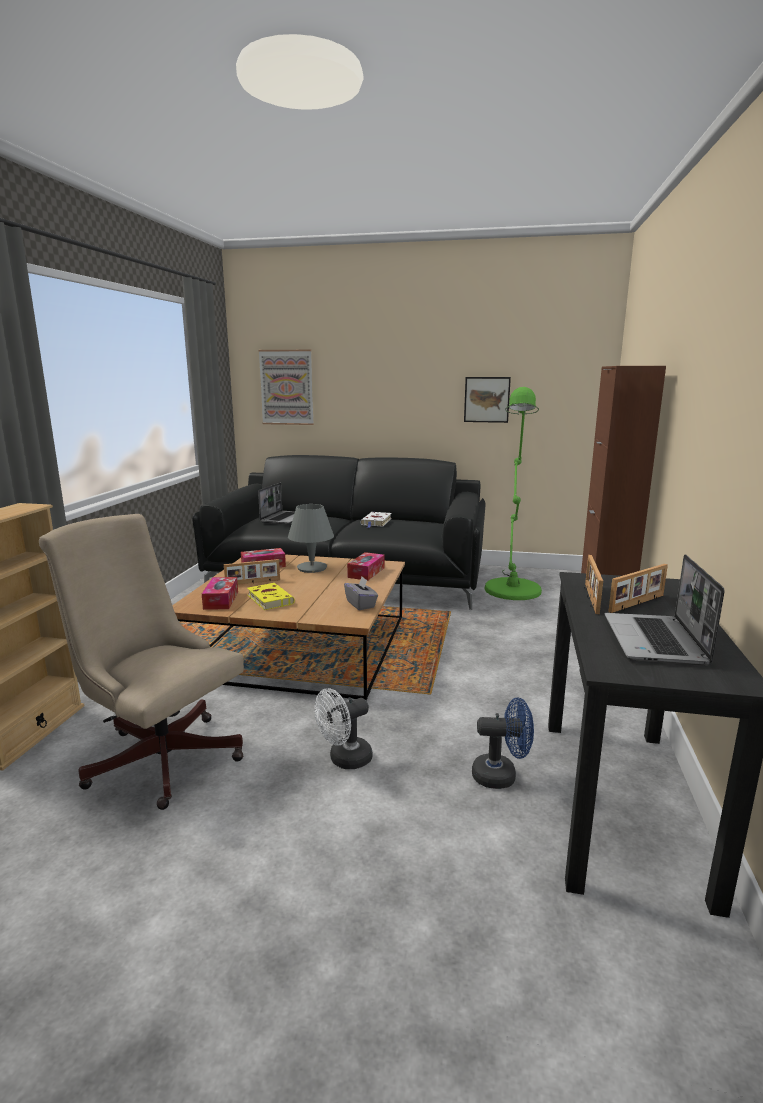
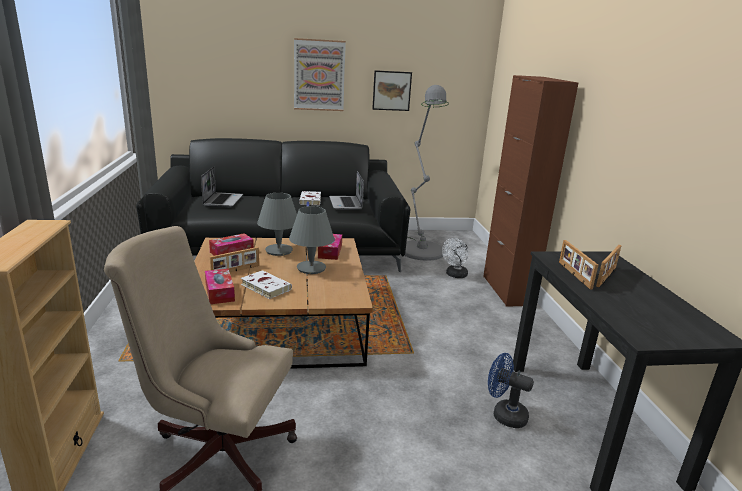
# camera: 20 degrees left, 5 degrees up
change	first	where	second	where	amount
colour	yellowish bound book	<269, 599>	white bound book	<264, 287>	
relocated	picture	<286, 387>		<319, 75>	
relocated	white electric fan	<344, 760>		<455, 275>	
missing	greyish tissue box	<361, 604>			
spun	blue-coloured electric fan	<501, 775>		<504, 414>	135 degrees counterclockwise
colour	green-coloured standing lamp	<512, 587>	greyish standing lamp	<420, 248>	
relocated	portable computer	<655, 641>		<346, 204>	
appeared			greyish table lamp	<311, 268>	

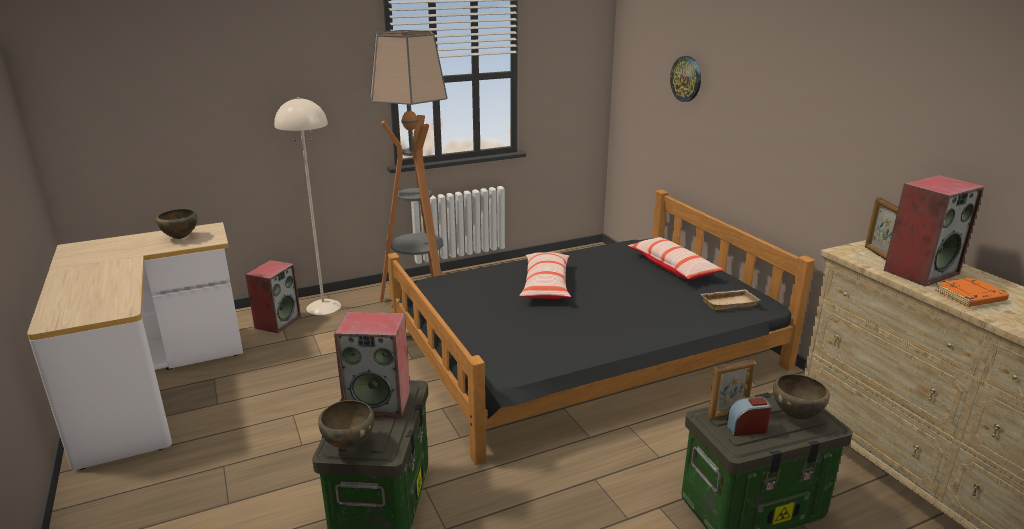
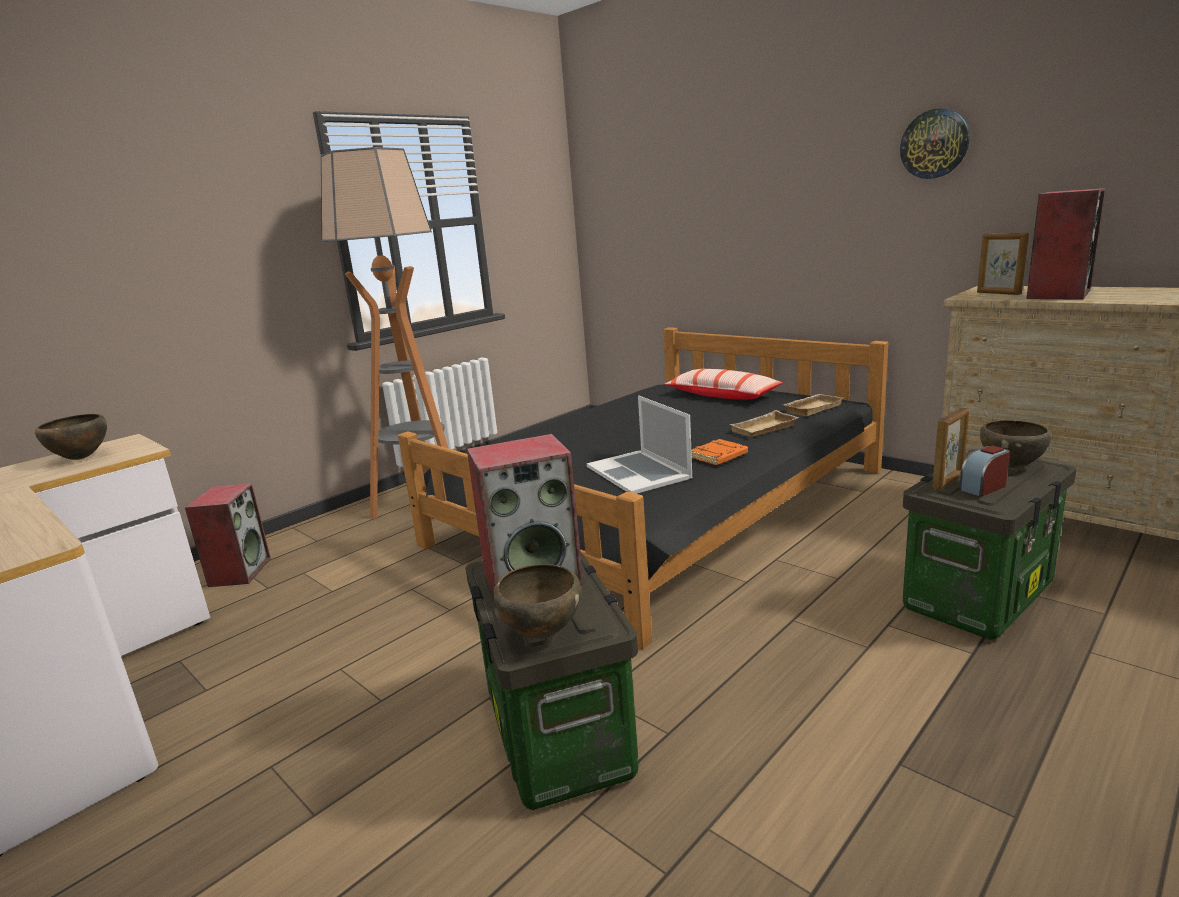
# camera: 20 degrees left, 5 degrees down
change	first	where	second	where	amount
missing	beige standing lamp	<323, 307>			
missing	throw pillow	<546, 285>			
relocated	hanging clock	<686, 78>		<934, 144>	
relocated	orange-coloured bound book	<970, 297>		<719, 457>	
appeared			portable computer	<638, 472>	
appeared			beige carrying tray	<764, 429>	

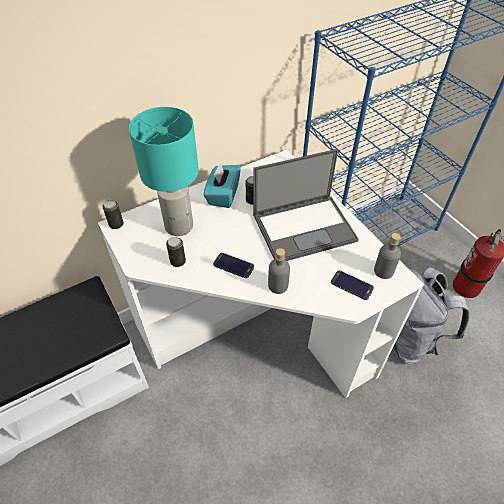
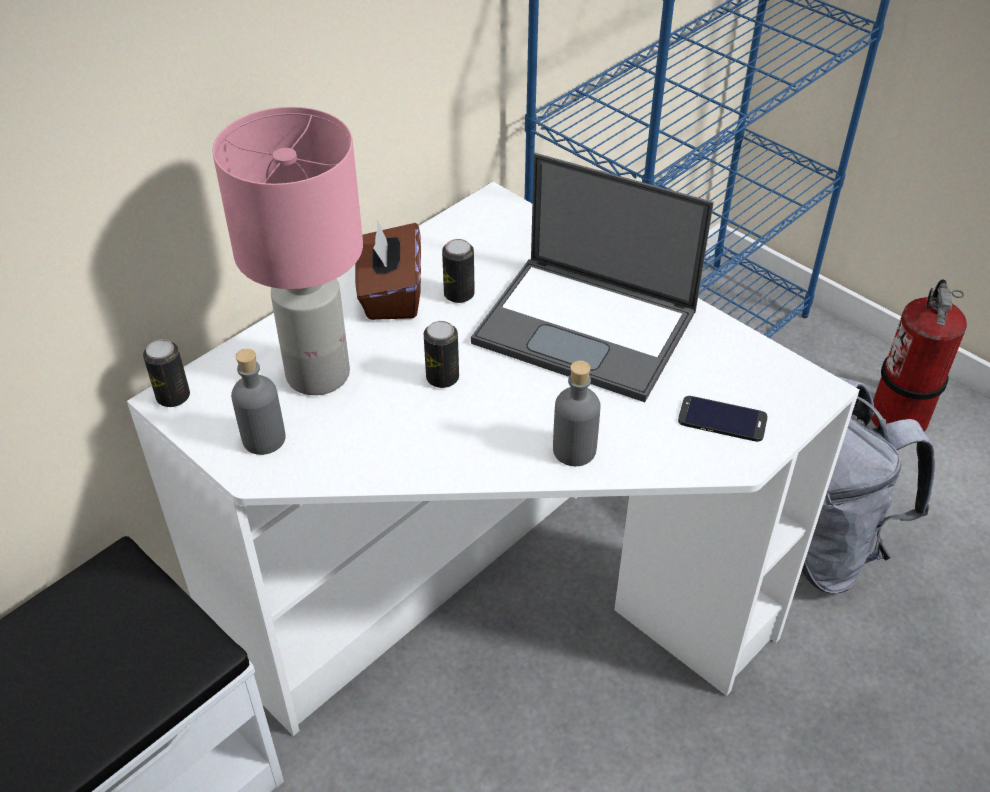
# camera: 15 degrees left, 5 degrees down
change	first	where	second	where	amount
colour	turquoise-coloured table lamp	<180, 226>	pinkish table lamp	<320, 373>	
relocated	can	<178, 261>		<442, 378>	
colour	turquoise-coloured tissue box	<223, 195>	brown-coloured tissue box	<391, 295>	
missing	phone	<233, 265>			
spun	portable computer	<305, 227>		<588, 327>	60 degrees clockwise
relocated	greyish beverage bottle	<383, 271>		<263, 439>	

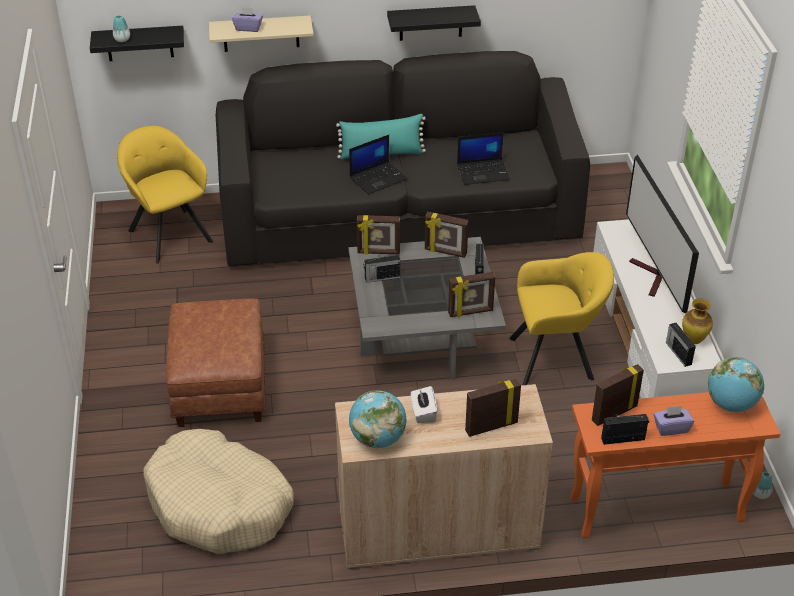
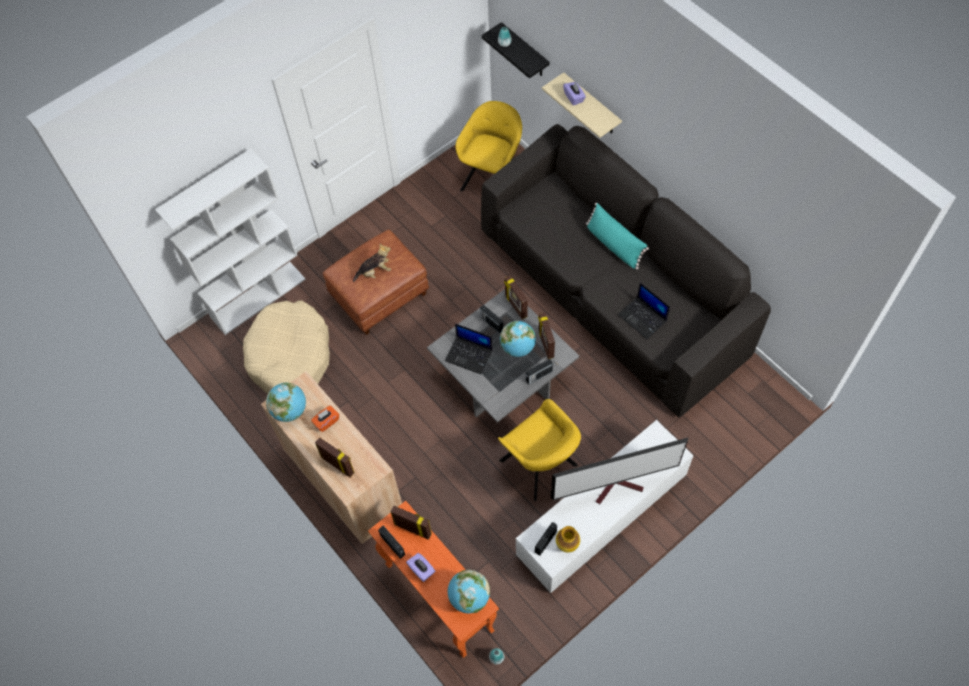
# camera: 60 degrees right, 20 degrees up
change	first	where	second	where	amount
relocated	portable computer	<378, 178>		<469, 355>	
missing	blackish shelf	<431, 23>			
colour	white tissue box	<423, 413>	orange-coloured tissue box	<326, 422>	
missing	standing frame	<470, 312>			
spun	TV set	<652, 277>		<618, 487>	150 degrees counterclockwise
appeared			white bookshelf	<258, 297>	
appeared			plush toy	<375, 272>	
appeared			world globe	<518, 347>	

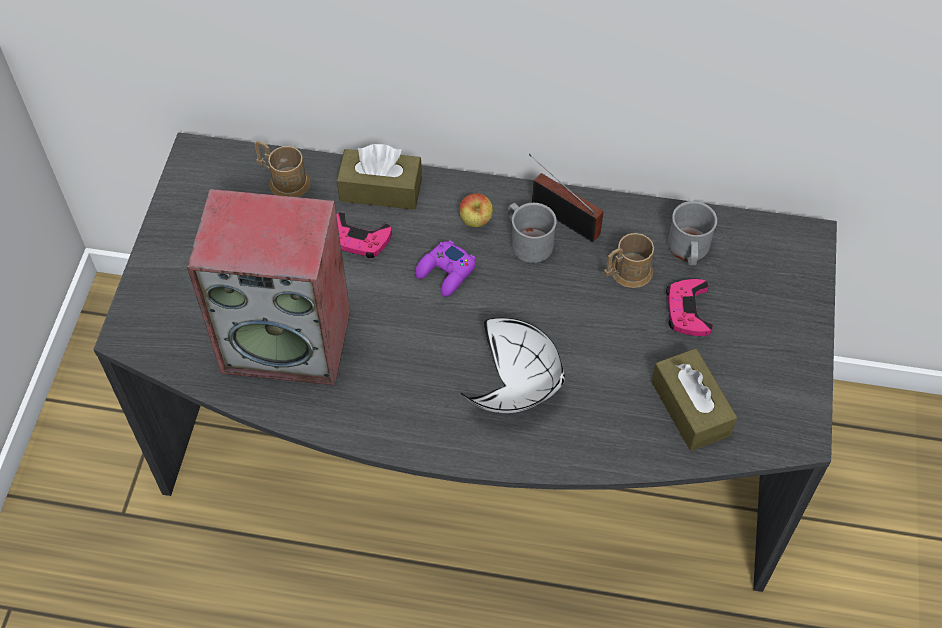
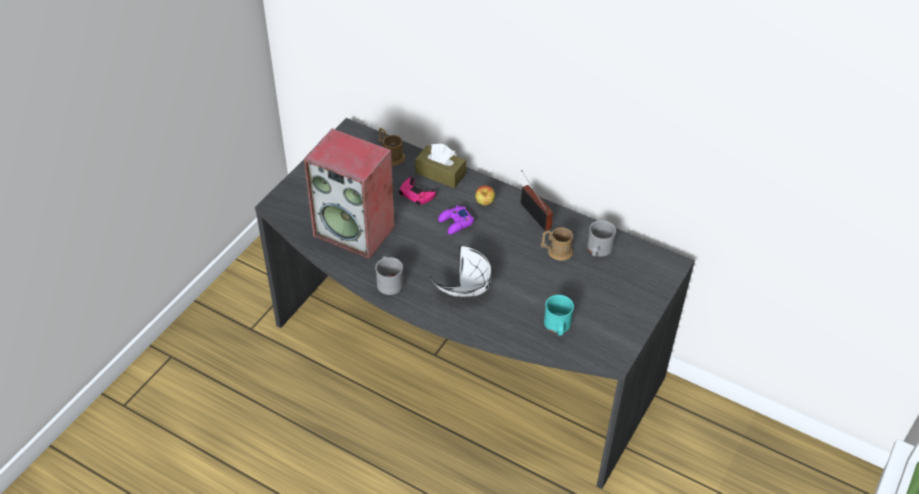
# camera: 20 degrees right, 10 degrees down
change	first	where	second	where	amount
relocated	greyish tea mug	<527, 241>		<389, 281>	
exchanged	brown-coloured tissue box	<690, 408>	turquoise-coloured tea mug	<557, 327>	
missing	pinkish game controller	<687, 310>			

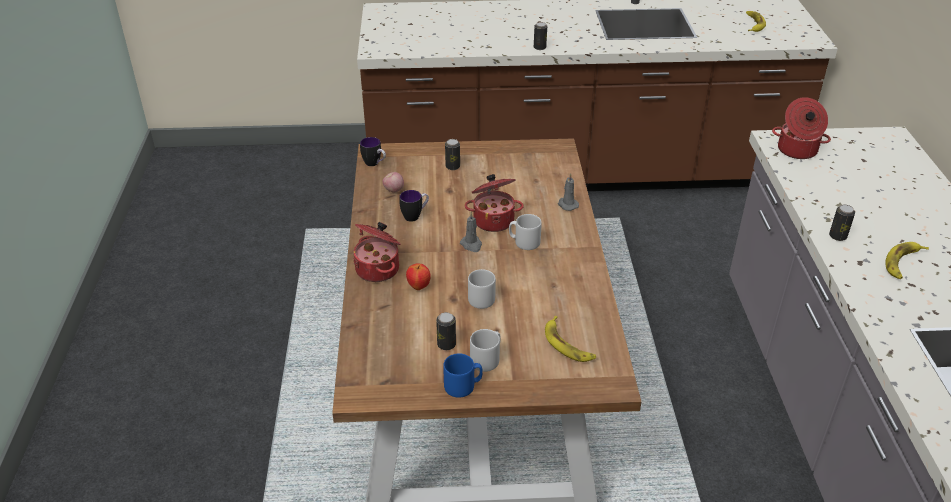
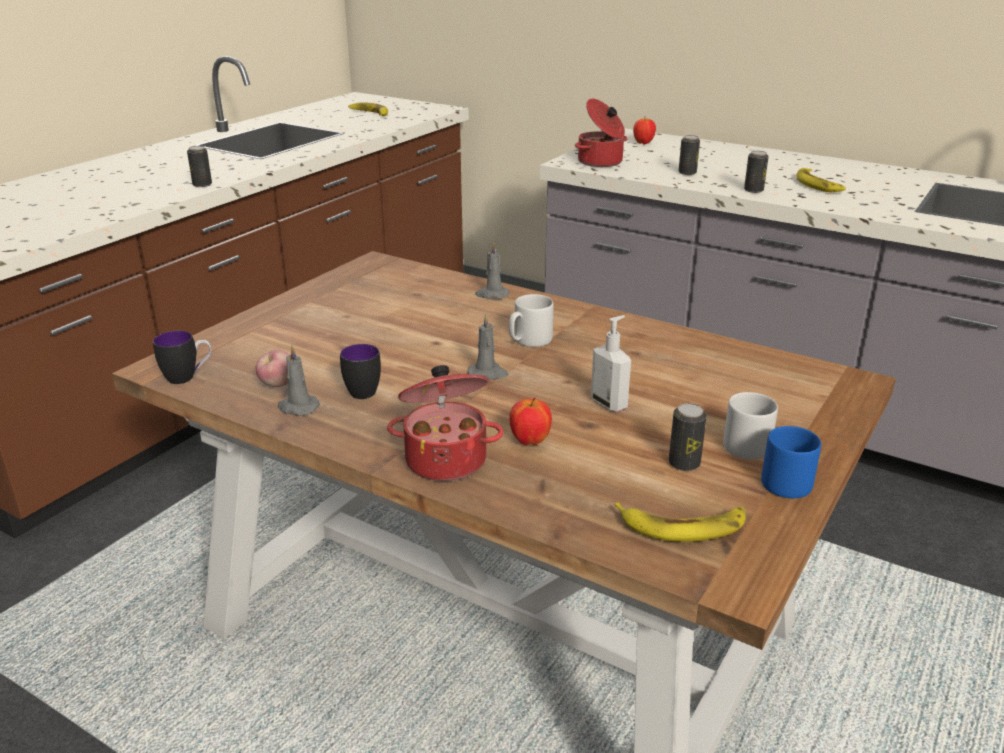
# camera: 55 degrees left, 10 degrees down
change	first	where	second	where	amount
relocated	can	<452, 166>		<687, 173>	
missing	saucepot	<493, 220>			
exchanged	greyish tea mug	<482, 298>	soap bottle	<609, 403>	
relocated	banana	<568, 344>		<683, 526>	
appeared			greyish wax light	<297, 407>	
appeared			apple fruit	<643, 143>	

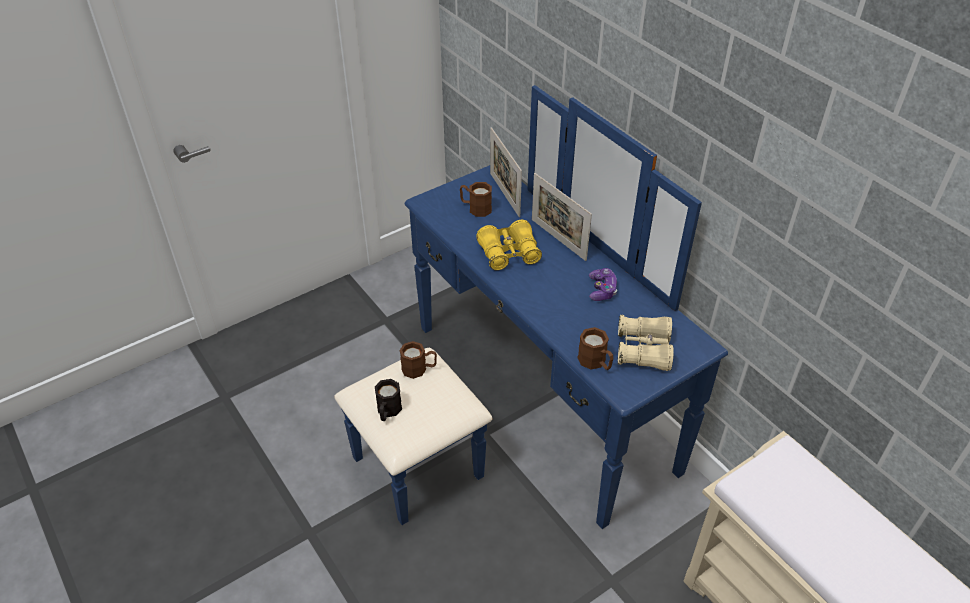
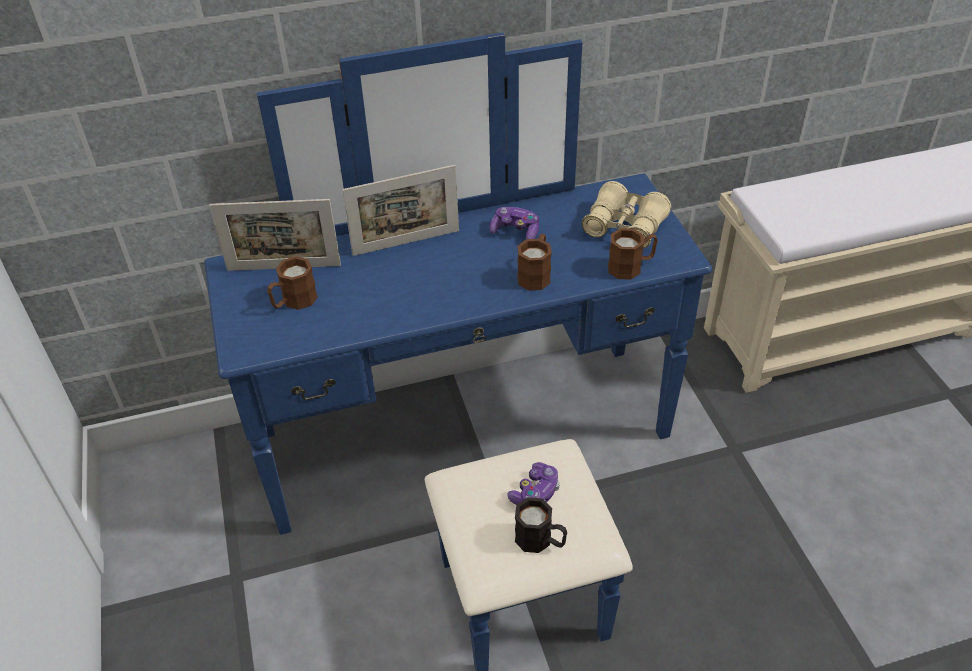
# camera: 70 degrees left, 0 degrees up
change	first	where	second	where	amount
relocated	brown-coloured tea mug	<419, 369>		<536, 274>	
missing	yellowish binoculars	<509, 253>			
appeared			game controller	<535, 493>	

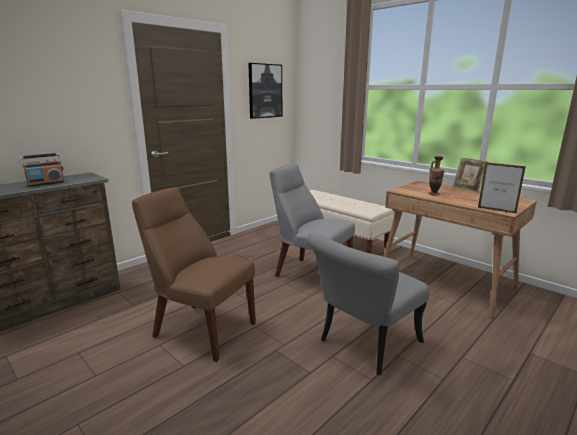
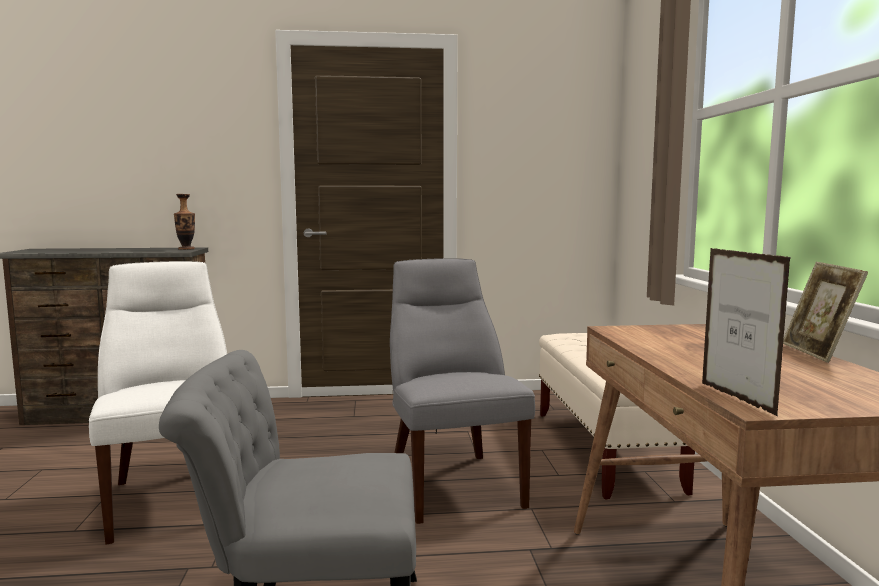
# camera: 40 degrees right, 10 degrees down
change	first	where	second	where	amount
missing	radio set	<46, 183>			
colour	brown-coloured plain chair	<201, 329>	white plain chair	<174, 496>	
missing	picture	<265, 91>			
relocated	vase	<434, 194>		<186, 249>	

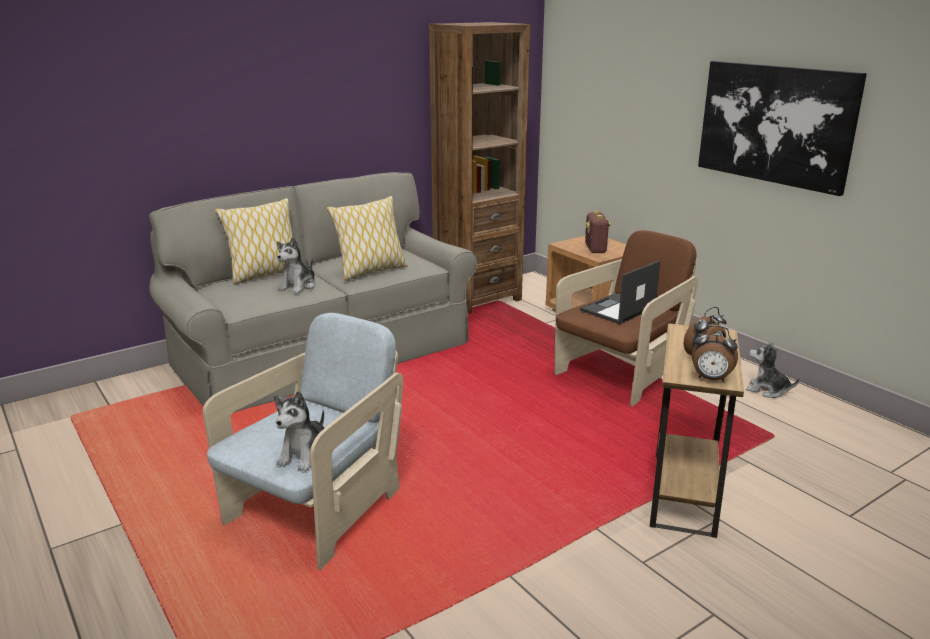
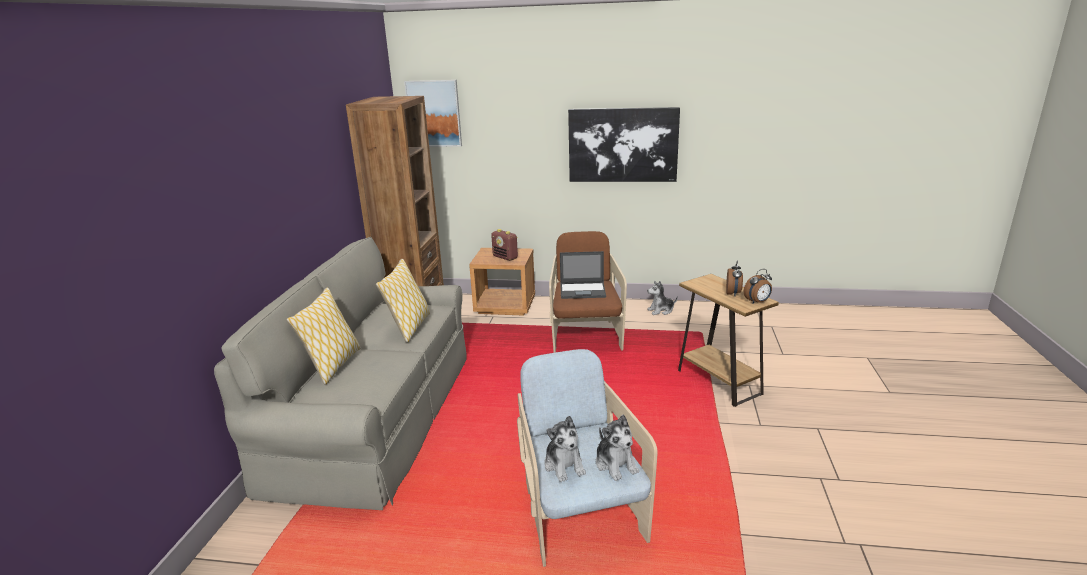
# camera: 45 degrees left, 0 degrees up
change	first	where	second	where	amount
relocated	plush toy	<298, 286>		<564, 465>	
spun	portable computer	<617, 309>		<583, 291>	90 degrees counterclockwise
appeared			picture	<434, 113>	

